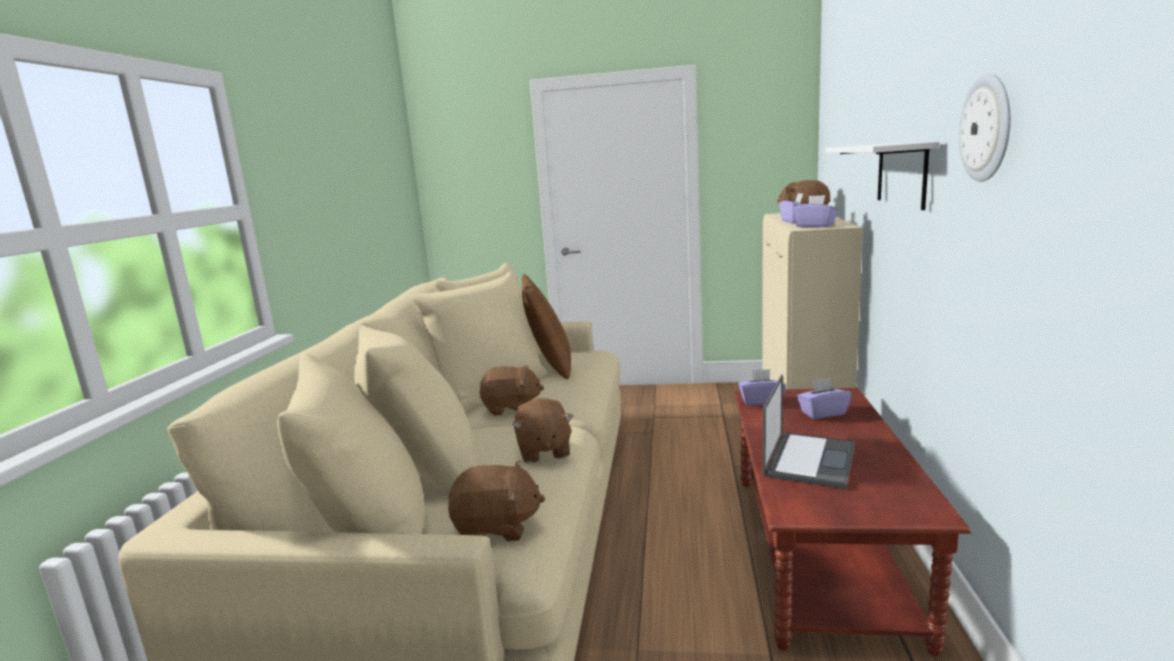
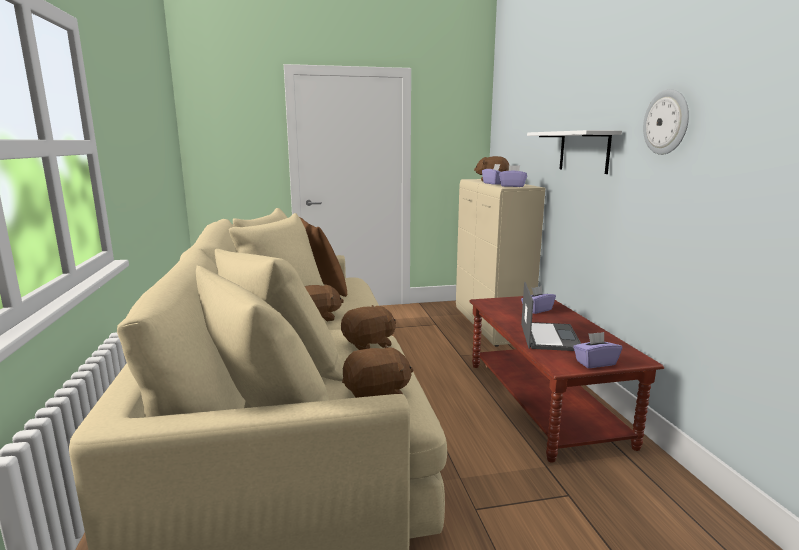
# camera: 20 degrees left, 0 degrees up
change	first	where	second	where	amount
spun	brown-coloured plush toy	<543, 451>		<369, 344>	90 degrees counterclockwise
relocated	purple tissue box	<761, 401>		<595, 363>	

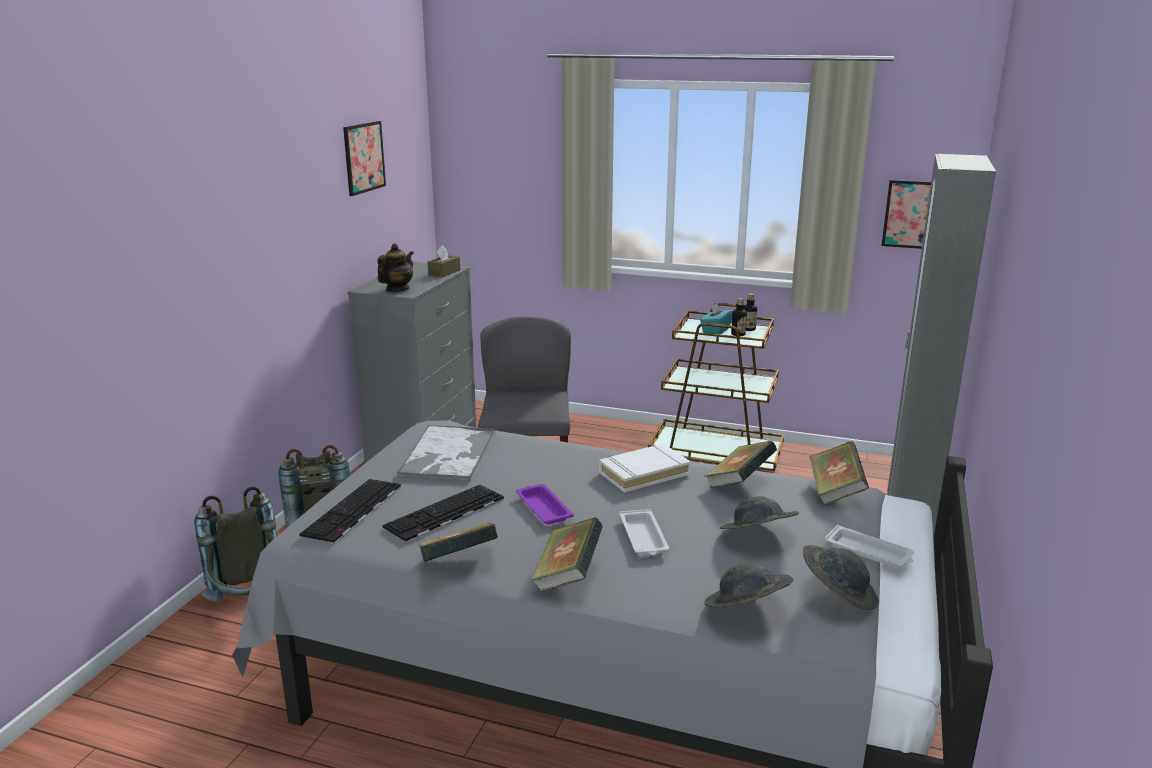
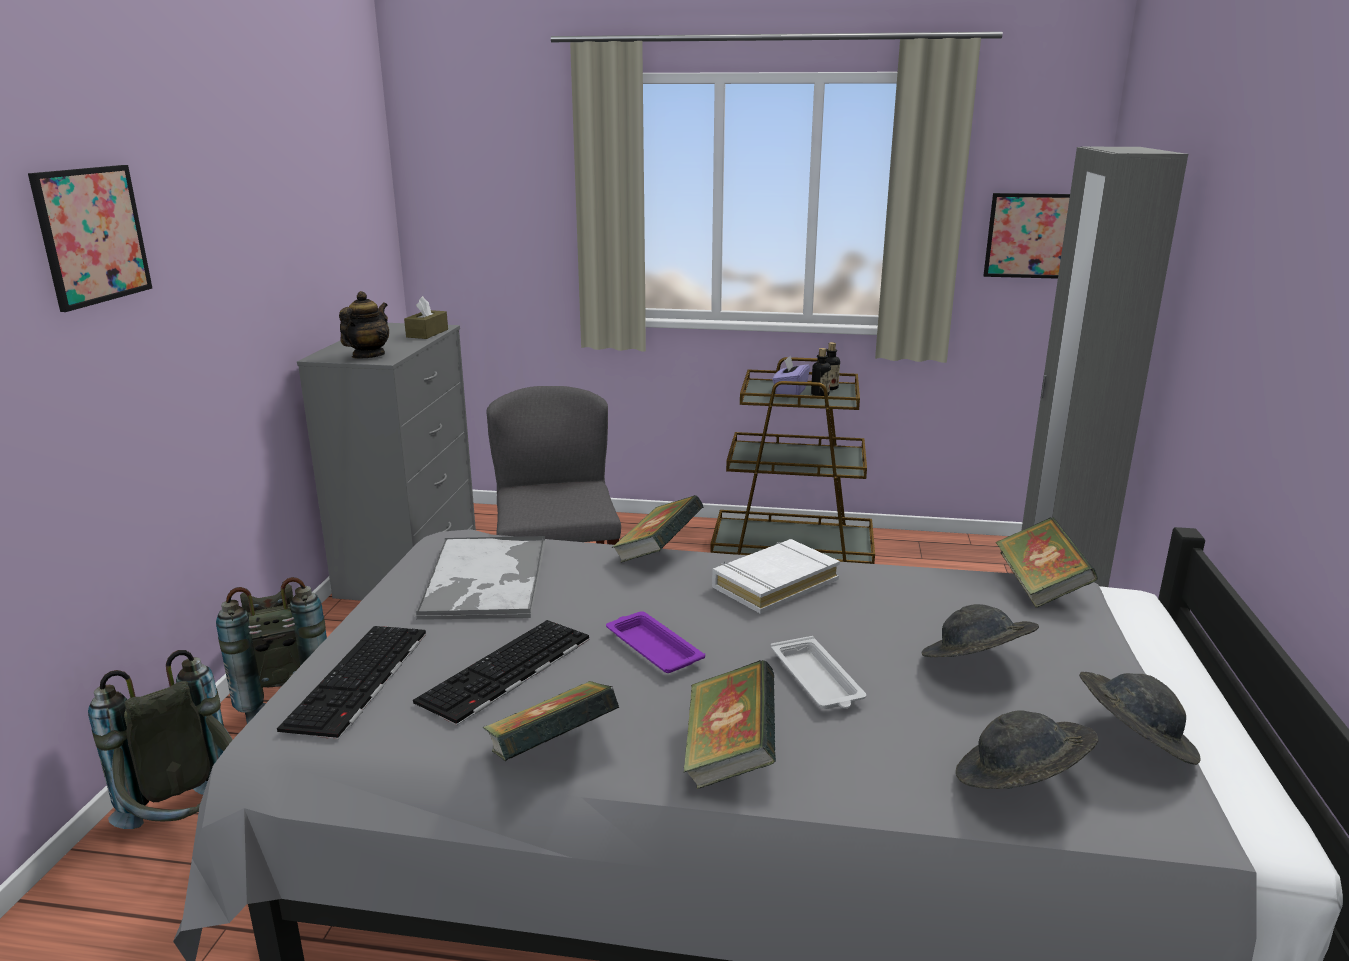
# camera: 10 degrees left, 0 degrees up
change	first	where	second	where	amount
relocated	picture	<364, 157>		<92, 235>	
colour	turquoise-coloured tissue box	<715, 330>	purple tissue box	<790, 392>	
relocated	bound book	<739, 483>		<658, 553>	
missing	white carrying tray	<869, 552>			

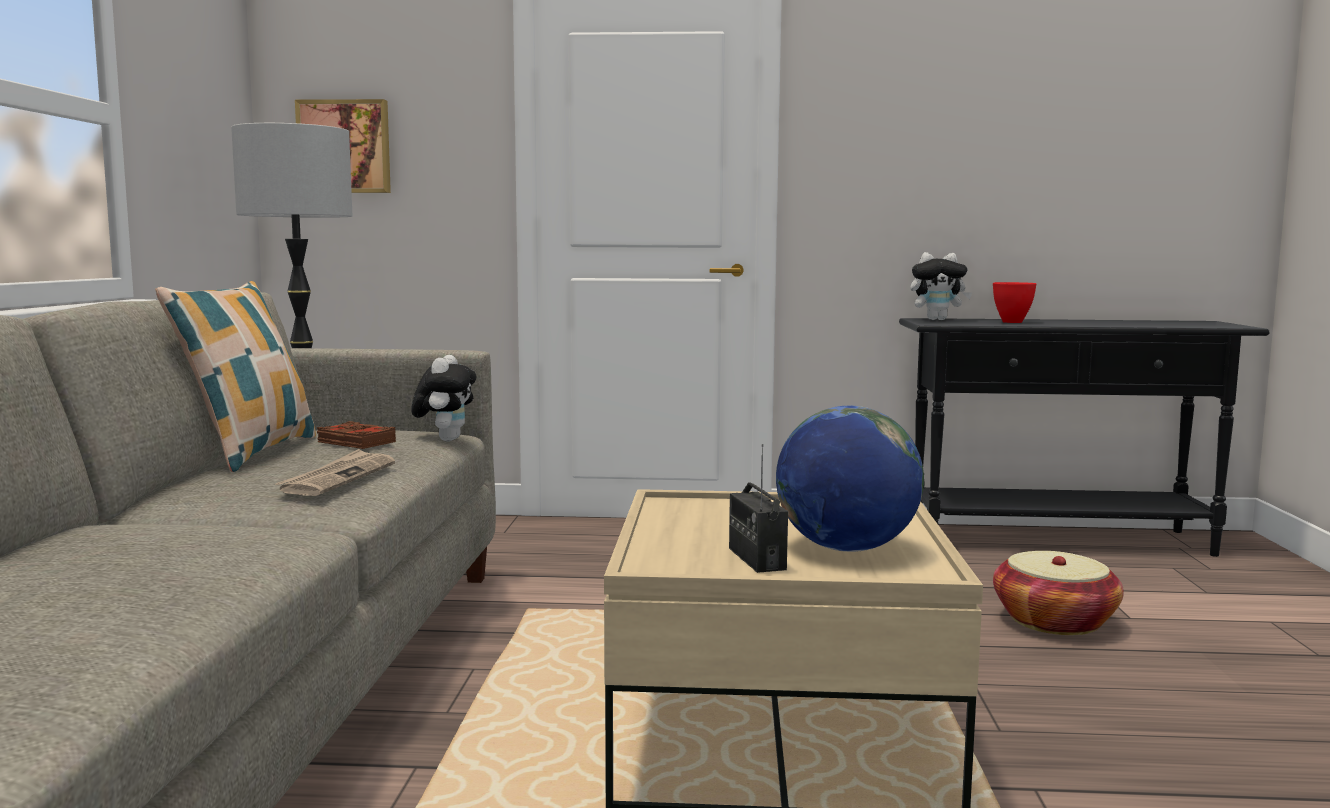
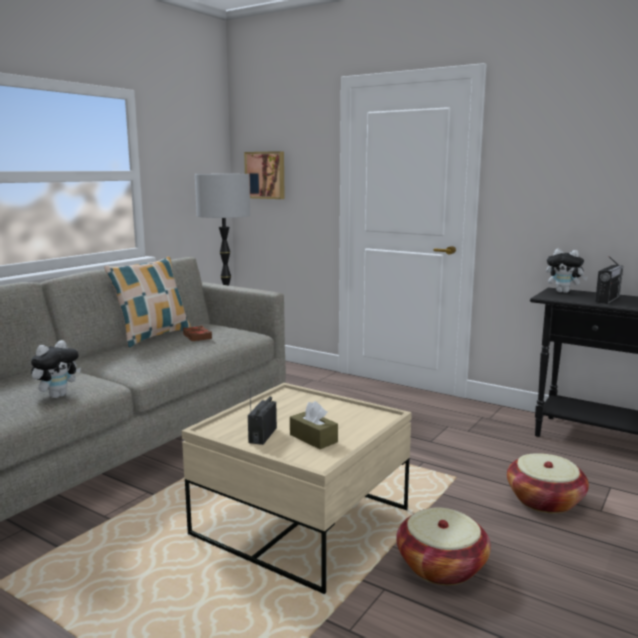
# camera: 30 degrees right, 5 degrees up
change	first	where	second	where	amount
missing	newspaper	<338, 477>			
relocated	plush toy	<446, 439>		<58, 395>	
exchanged	world globe	<846, 548>	brown-coloured tissue box	<313, 438>	
exchanged	red bowl	<1011, 322>	radio set	<607, 299>	
appeared			household basket	<441, 566>	

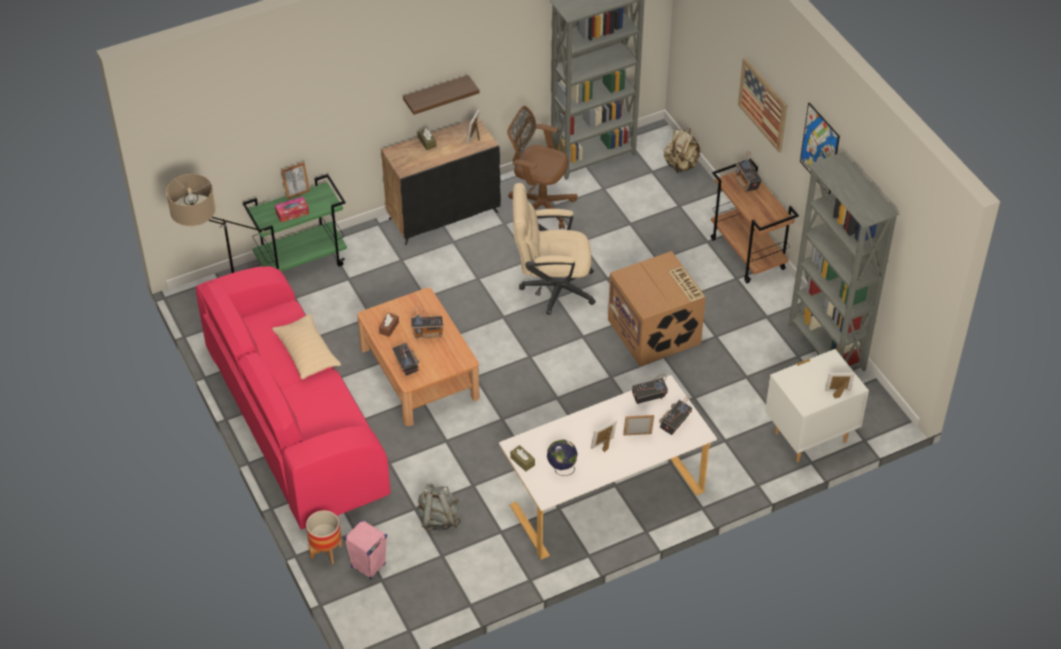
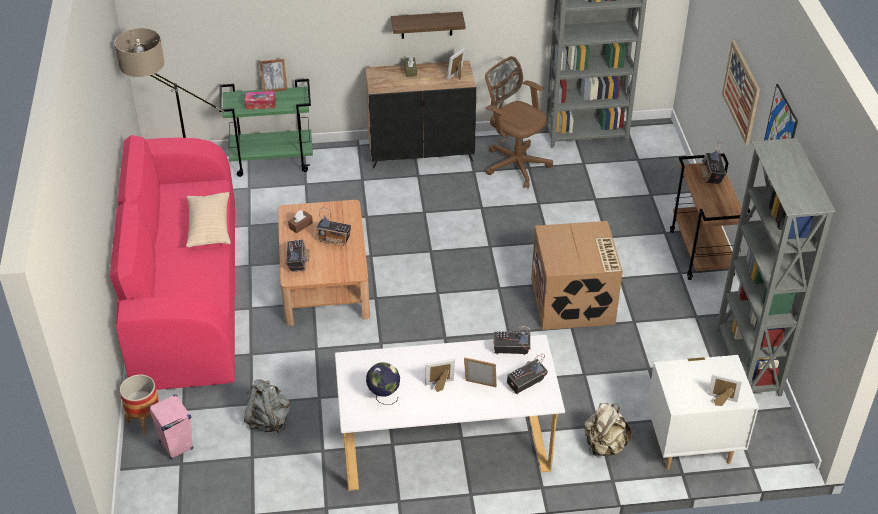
# camera: 20 degrees right, 5 degrees down
change	first	where	second	where	amount
missing	brown-coloured tissue box	<522, 461>			
missing	beige desk chair	<551, 288>			
relocated	beige knapsack	<681, 165>		<604, 446>	

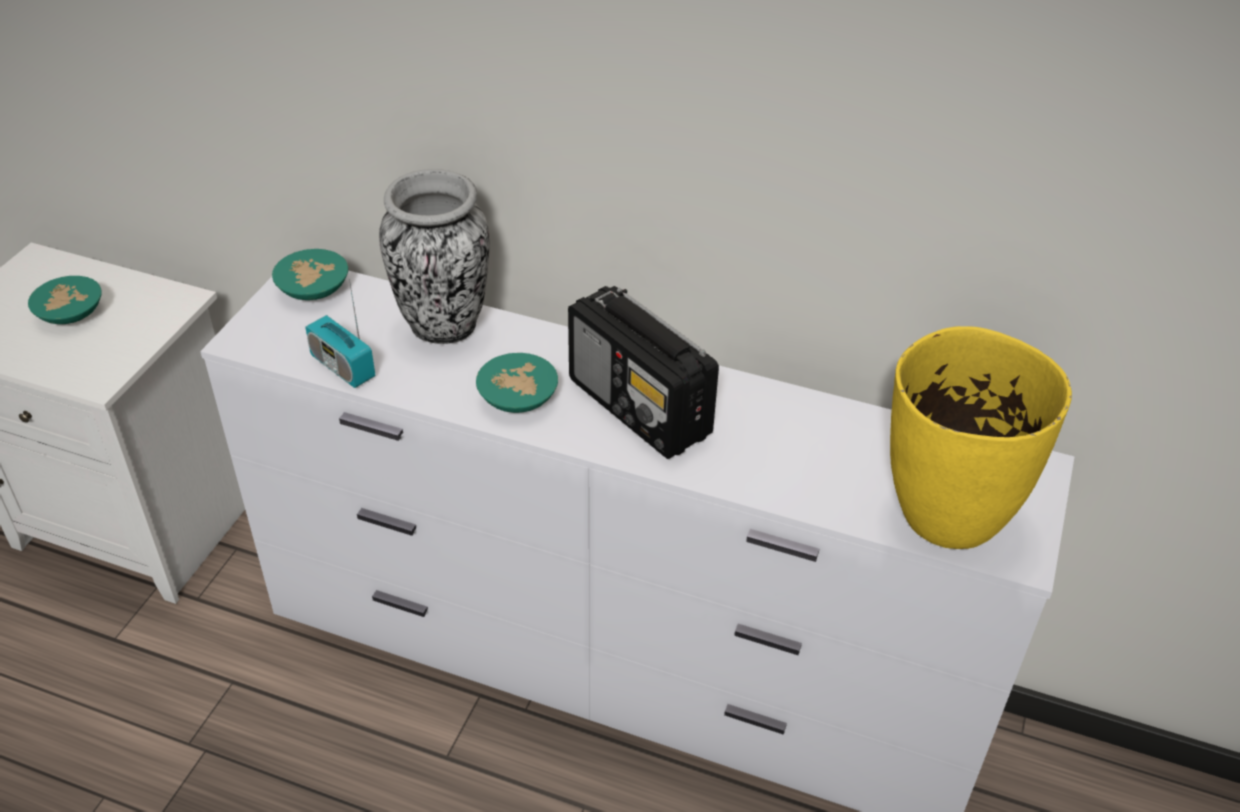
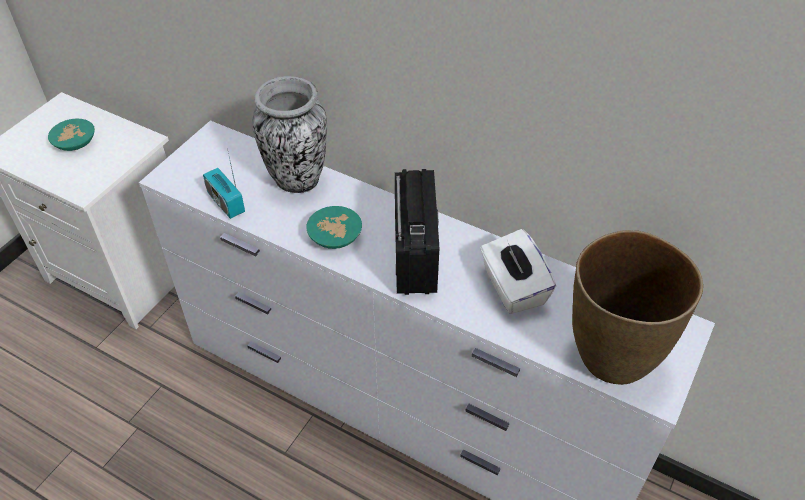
# camera: 10 degrees right, 5 degrees up
change	first	where	second	where	amount
missing	turquoise-coloured bowl	<312, 291>			
spun	radio set	<640, 408>		<415, 253>	150 degrees counterclockwise
colour	yellowish vase	<945, 515>	brown-coloured vase	<611, 357>	
appeared			white tissue box	<513, 288>	

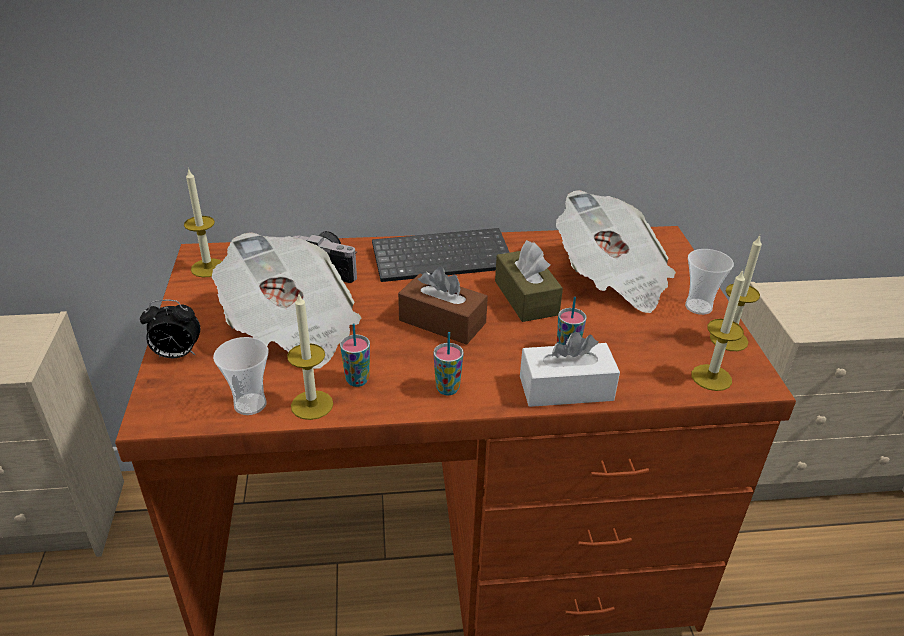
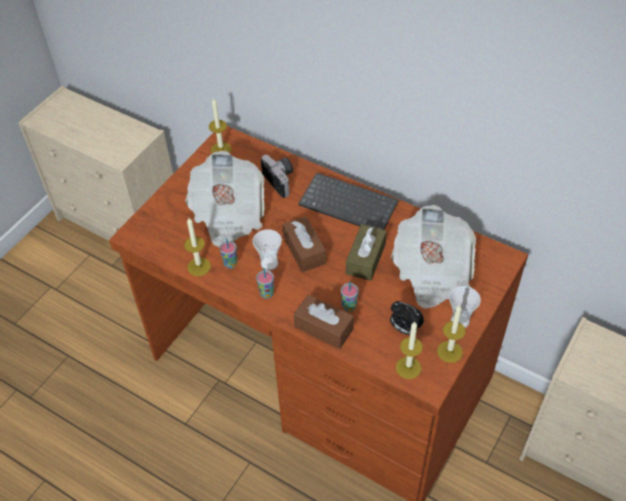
# camera: 40 degrees right, 15 degrees up
change	first	where	second	where	amount
relocated	alarm clock	<177, 355>		<404, 329>	
relocated	drinking cup	<250, 404>		<269, 263>	
colour	white tissue box	<566, 388>	brown-coloured tissue box	<324, 328>	

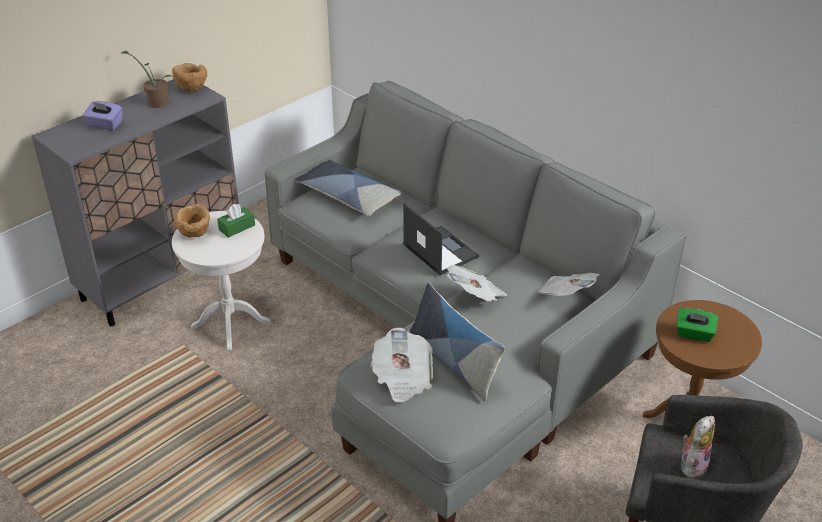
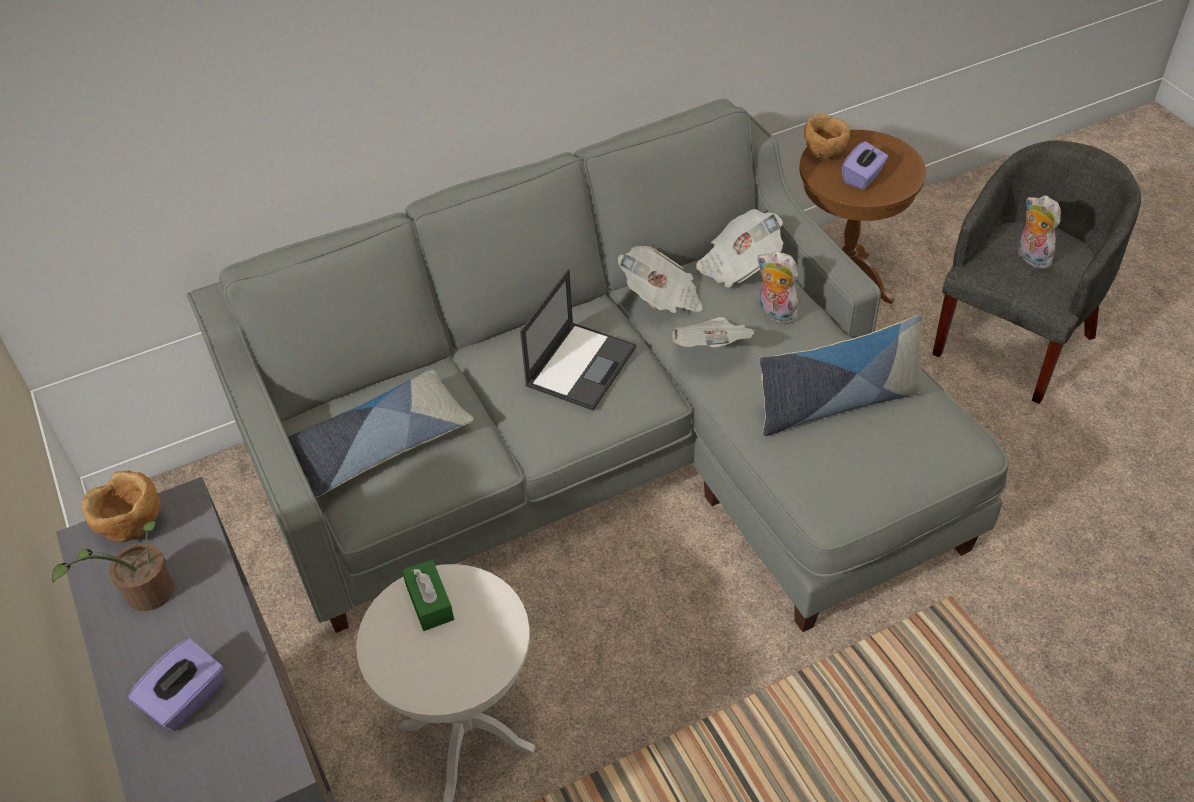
# camera: 70 degrees left, 10 degrees up
change	first	where	second	where	amount
relocated	brown-coloured bowl	<195, 234>		<824, 154>	
relocated	newspaper	<402, 378>		<662, 298>	
spun	portable computer	<439, 250>		<581, 365>	135 degrees clockwise
colour	green-coloured tissue box	<694, 334>	purple tissue box	<862, 177>	
appeared			plush toy	<774, 314>	

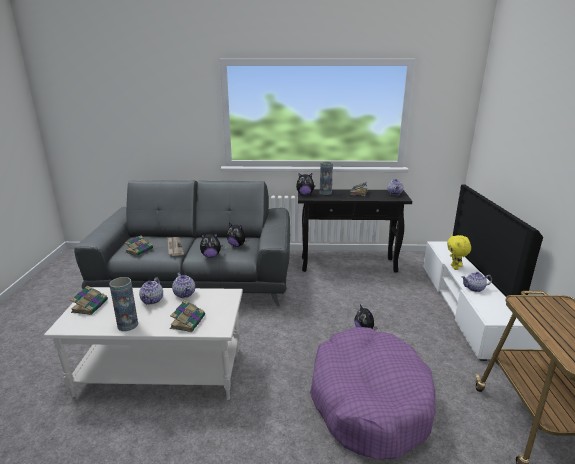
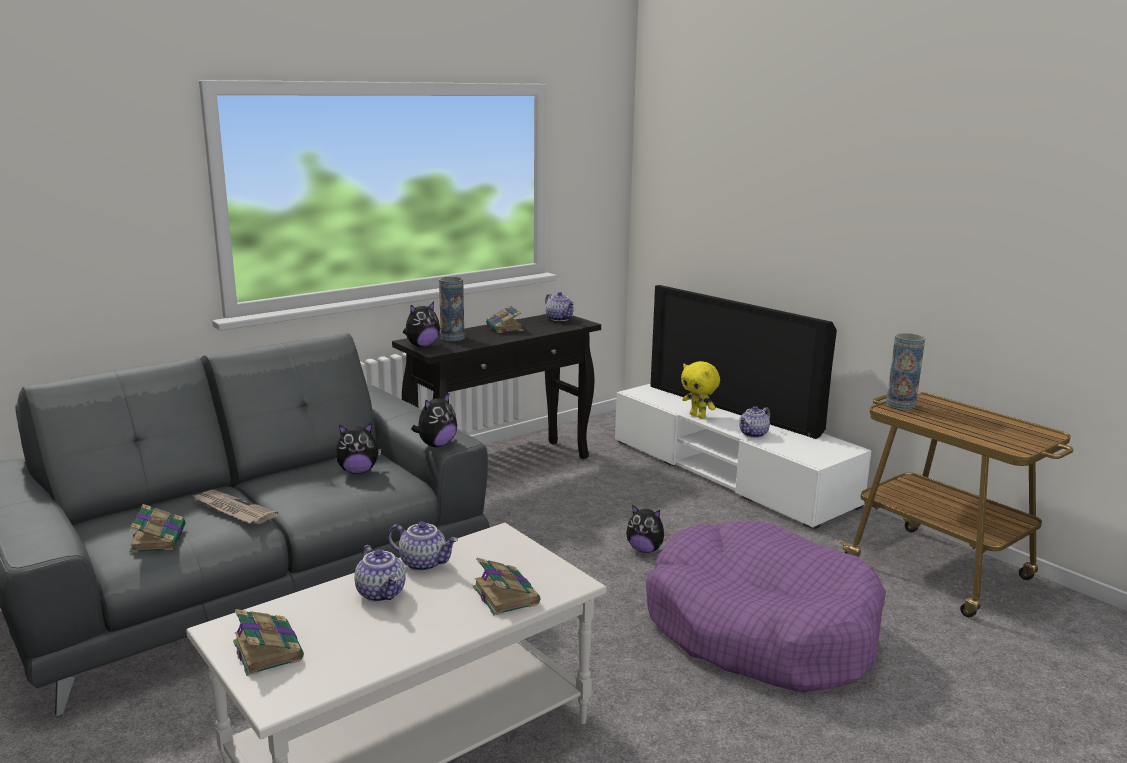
# camera: 40 degrees left, 5 degrees down
change	first	where	second	where	amount
relocated	vase	<128, 325>		<901, 404>	
relocated	plush toy	<211, 256>		<436, 445>	

